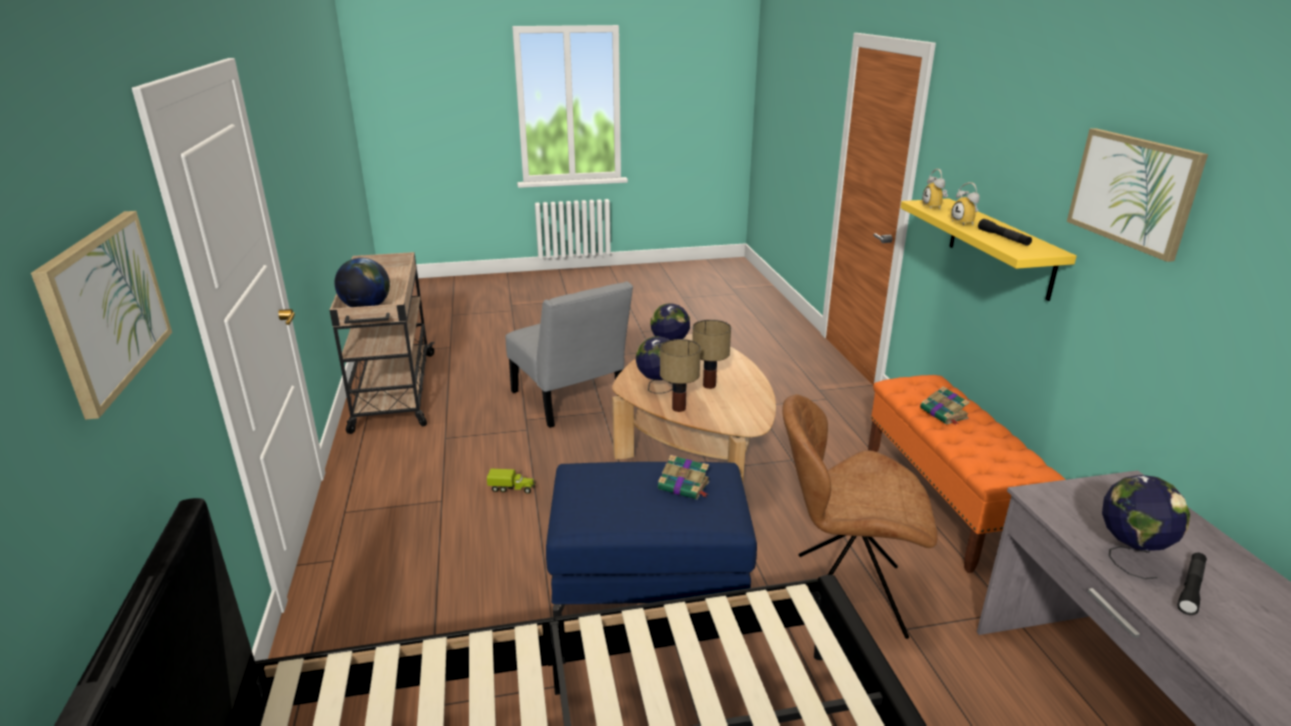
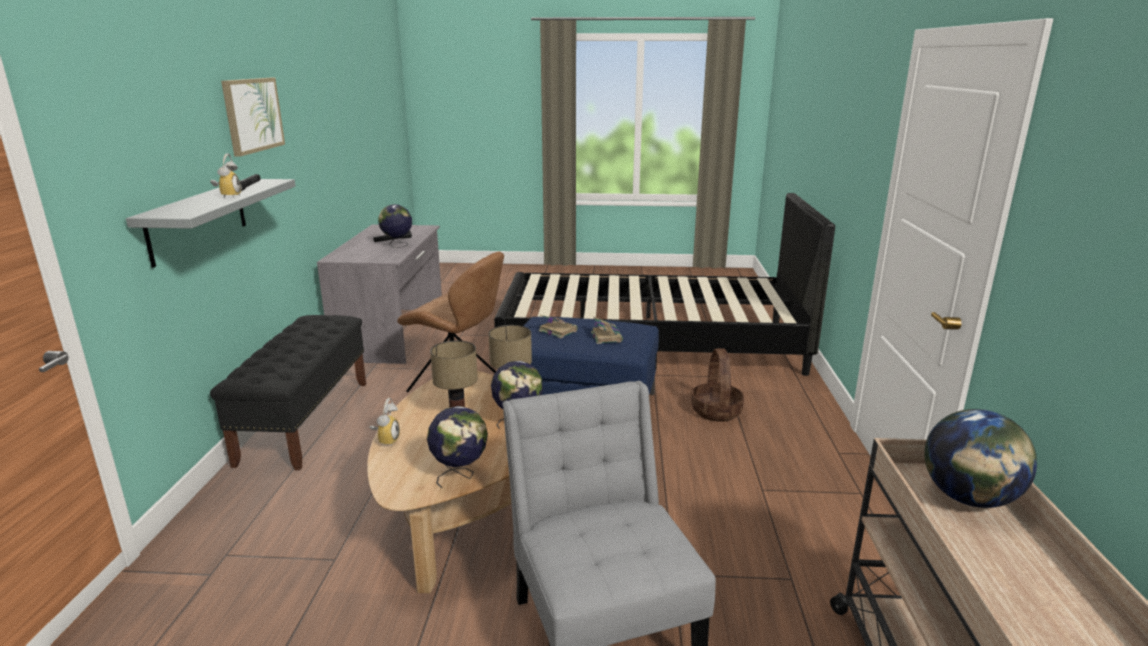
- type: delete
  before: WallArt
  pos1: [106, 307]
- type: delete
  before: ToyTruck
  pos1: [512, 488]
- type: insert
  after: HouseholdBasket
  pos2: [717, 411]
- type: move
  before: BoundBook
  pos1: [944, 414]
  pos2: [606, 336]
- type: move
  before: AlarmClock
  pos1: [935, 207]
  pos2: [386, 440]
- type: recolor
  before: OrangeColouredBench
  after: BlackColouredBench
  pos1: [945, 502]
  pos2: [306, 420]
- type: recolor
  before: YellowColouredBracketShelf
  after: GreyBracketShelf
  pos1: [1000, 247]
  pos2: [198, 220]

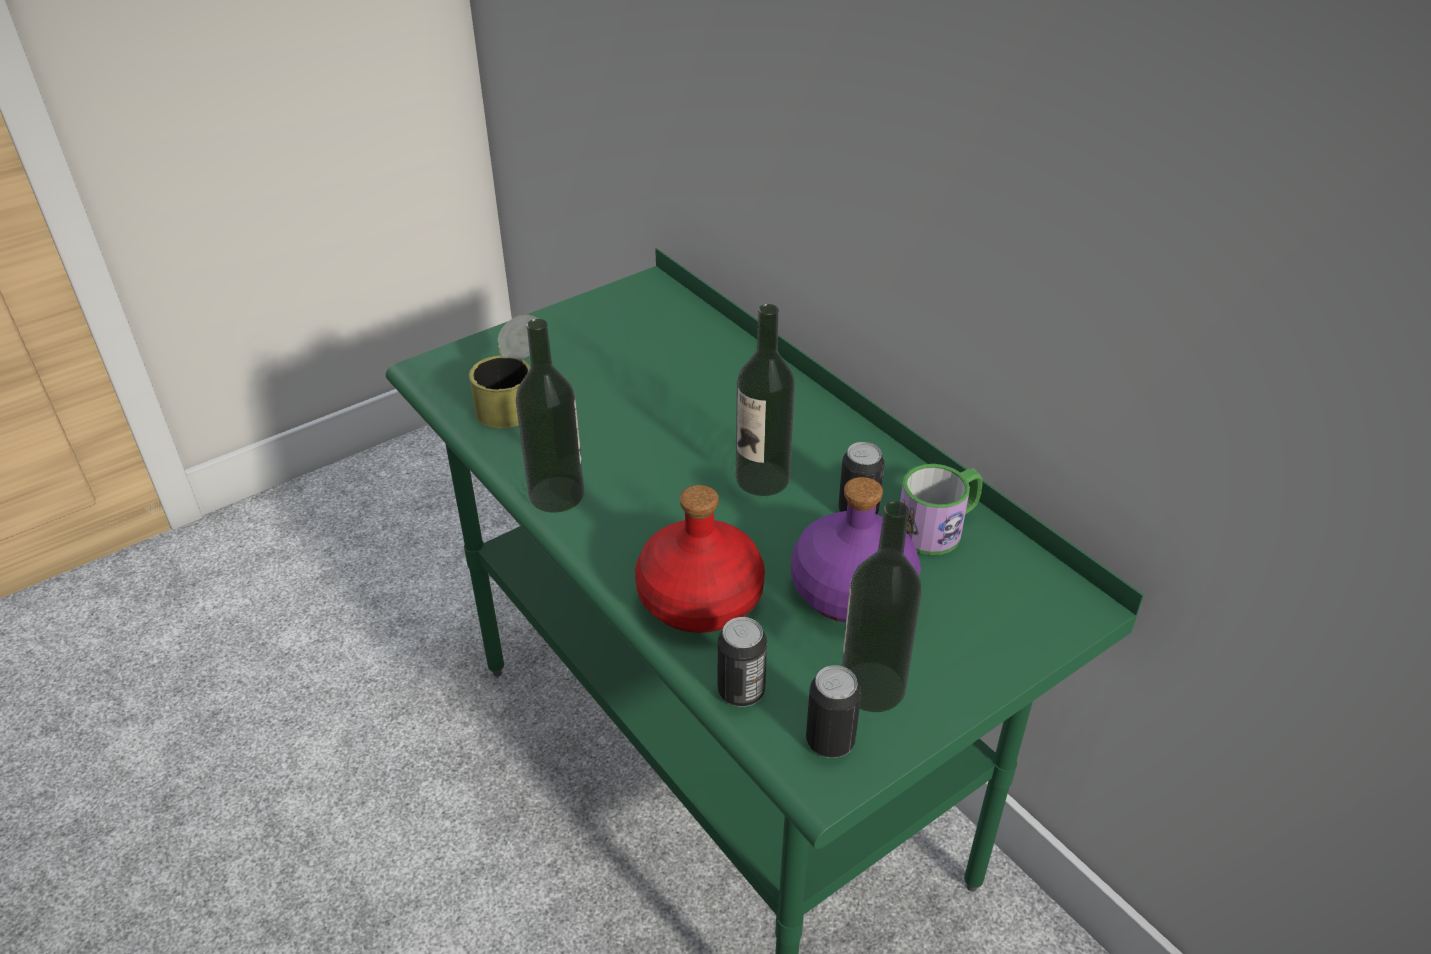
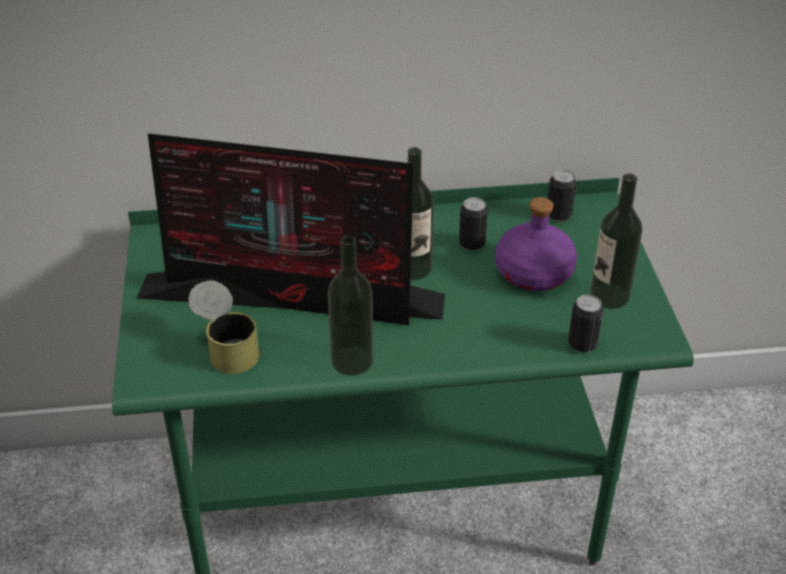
- type: delete
  before: RedBottle
  pos1: [699, 597]
- type: delete
  before: CoffeeMug
  pos1: [938, 528]
- type: insert
  after: ComputerScreen
  pos2: [295, 297]
- type: move
  before: SealedCan
  pos1: [830, 741]
  pos2: [558, 215]

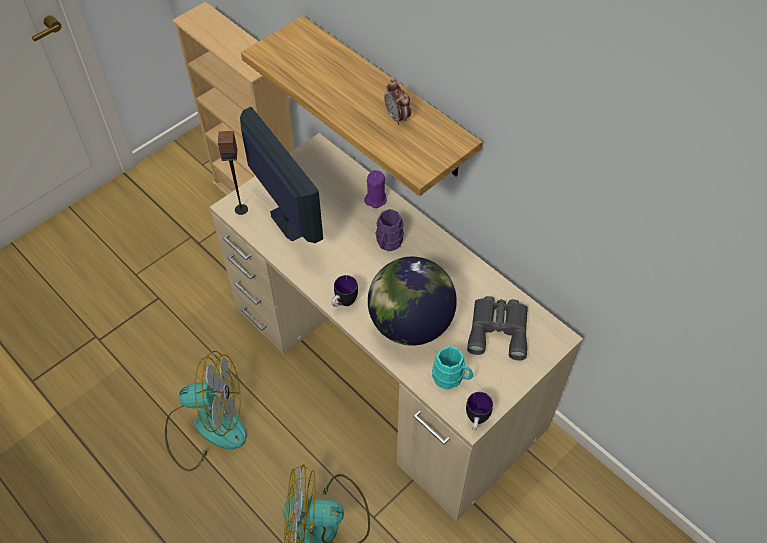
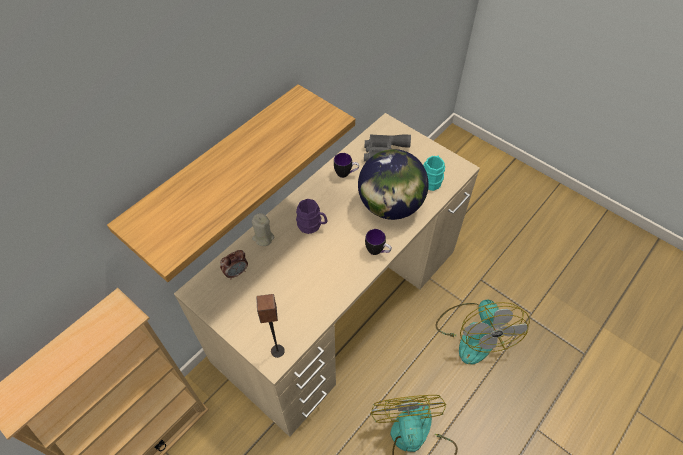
- type: delete
  before: ComputerScreen
  pos1: [289, 220]
- type: move
  before: AlarmClock
  pos1: [397, 117]
  pos2: [236, 272]
- type: move
  before: CoffeeMug
  pos1: [476, 421]
  pos2: [346, 174]
- type: recolor
  before: PurpleWaxCandle
  after: BeigeColouredWaxCandle
  pos1: [375, 199]
  pos2: [263, 238]

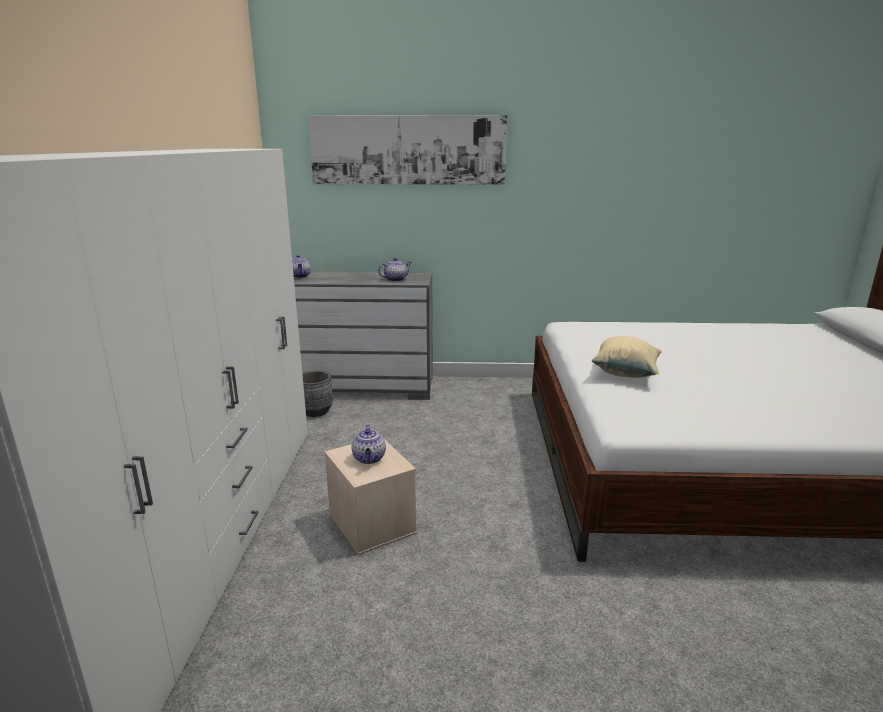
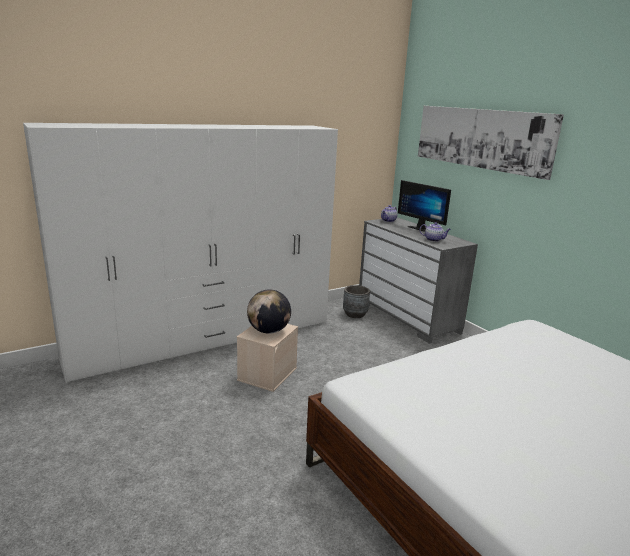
- type: delete
  before: BeigeColouredThrowPillow
  pos1: [625, 373]
- type: insert
  after: ComputerScreen
  pos2: [423, 229]
- type: replace
  before: Teapot
  after: DeskGlobe
  pos1: [369, 459]
  pos2: [268, 331]

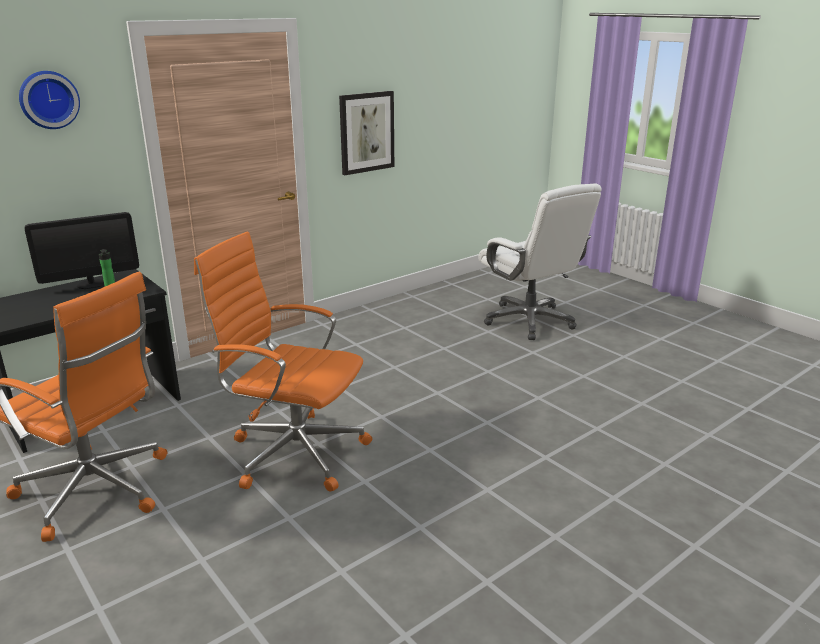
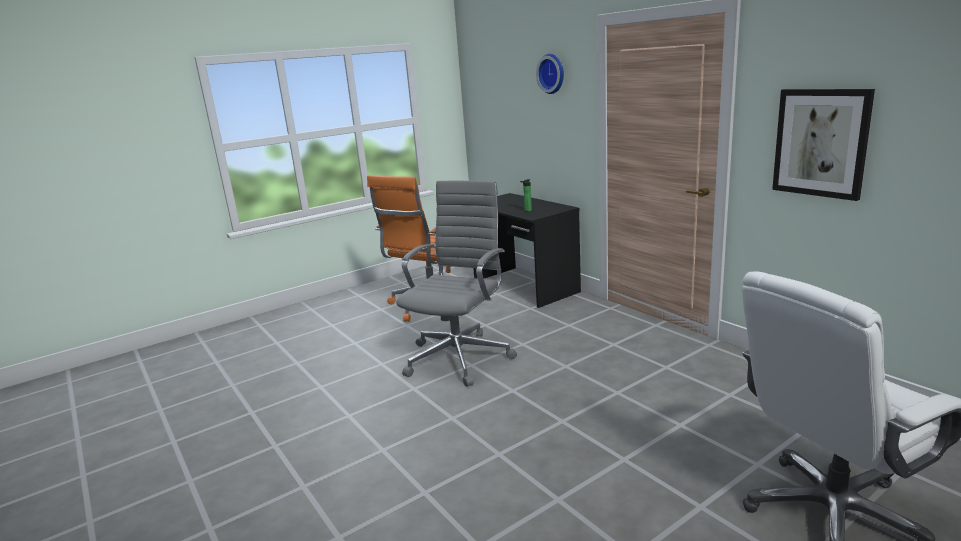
- type: delete
  before: ComputerScreen
  pos1: [91, 284]
- type: recolor
  before: OrangeColouredDeskChair
  after: GreyDeskChair
  pos1: [294, 452]
  pos2: [460, 357]

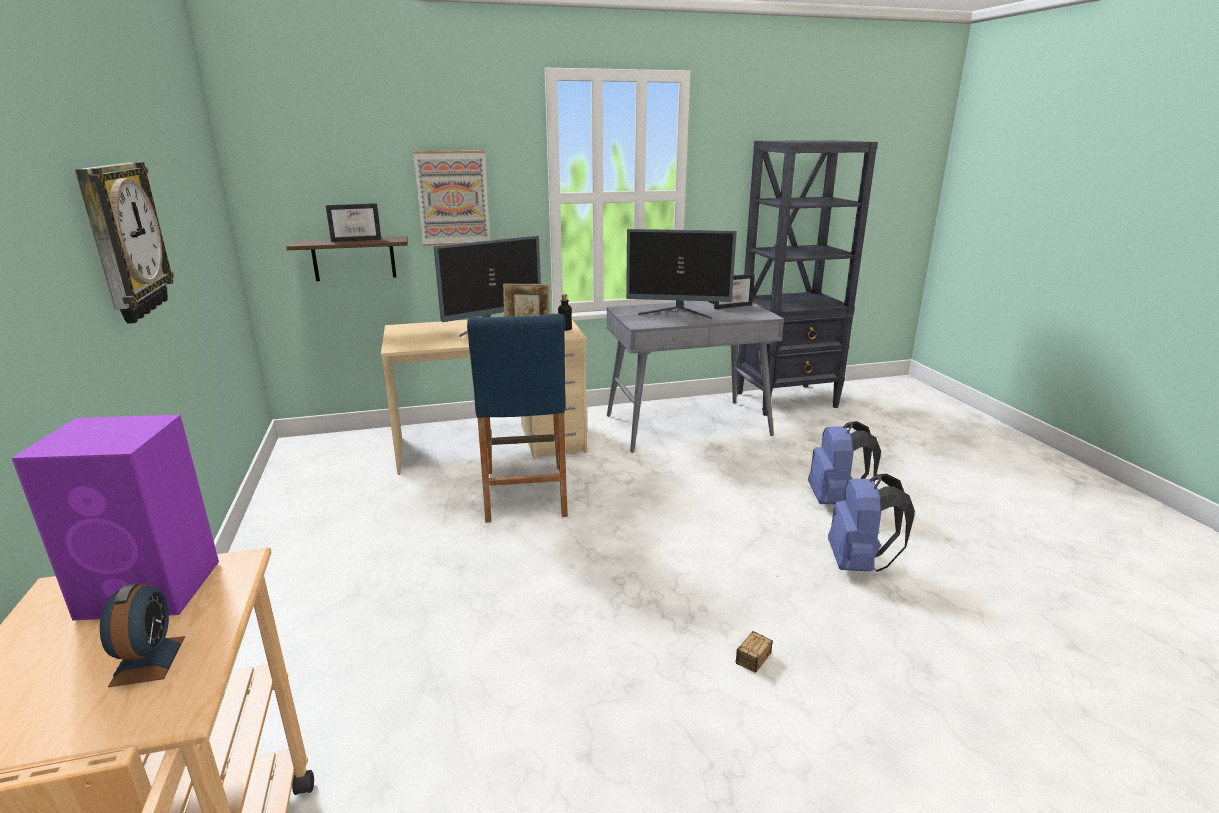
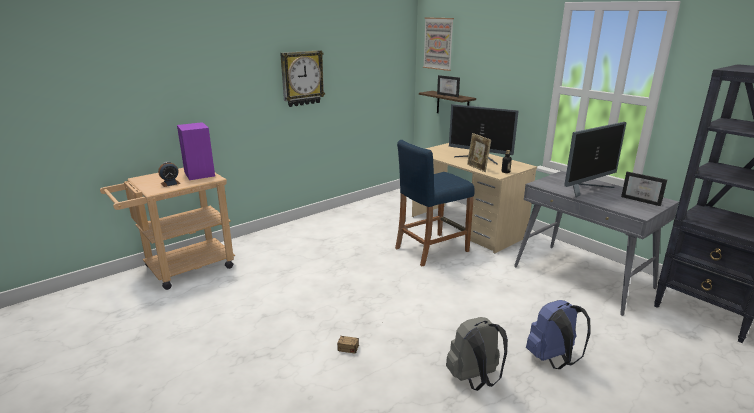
- type: move
  before: WallArt
  pos1: [453, 198]
  pos2: [438, 43]
- type: recolor
  before: BlueRucksack
  after: GreyRucksack
  pos1: [859, 564]
  pos2: [475, 380]
- type: rotate
  before: ComputerScreen
  pos1: [678, 313]
  pos2: [586, 189]
  turn: -105

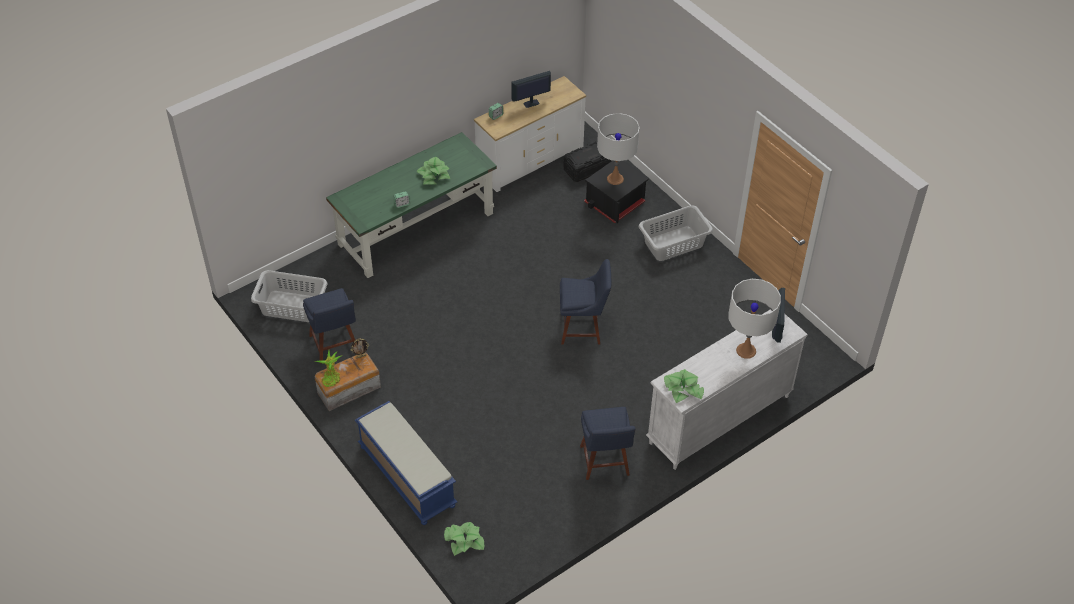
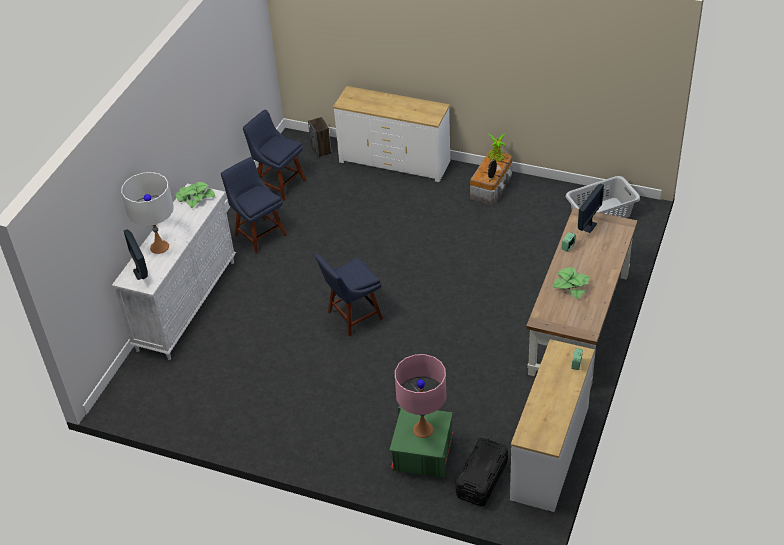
- type: delete
  before: GreyWashingBasket
  pos1: [674, 244]
- type: move
  before: BluePlainChair
  pos1: [335, 345]
  pos2: [279, 183]
- type: move
  before: ComputerScreen
  pos1: [531, 103]
  pos2: [589, 226]
- type: replace
  before: BlueBench
  after: WhiteColouredChestOfDrawers
  pos1: [406, 476]
  pos2: [394, 161]
- type: replace
  before: PottedPlant
  after: AudioSpeaker
  pos1: [464, 540]
  pos2: [321, 150]
- type: recolor
  before: GreenDesk
  after: BrownColouredDesk
  pos1: [416, 228]
  pos2: [580, 323]
- type: recolor
  before: BlackColouredStorageContainer
  after: GreenStorageContainer
  pos1: [615, 202]
  pos2: [421, 454]
- type: recolor
  before: WhiteColouredTableLamp
  after: PinkTableLamp
  pos1: [615, 179]
  pos2: [423, 429]

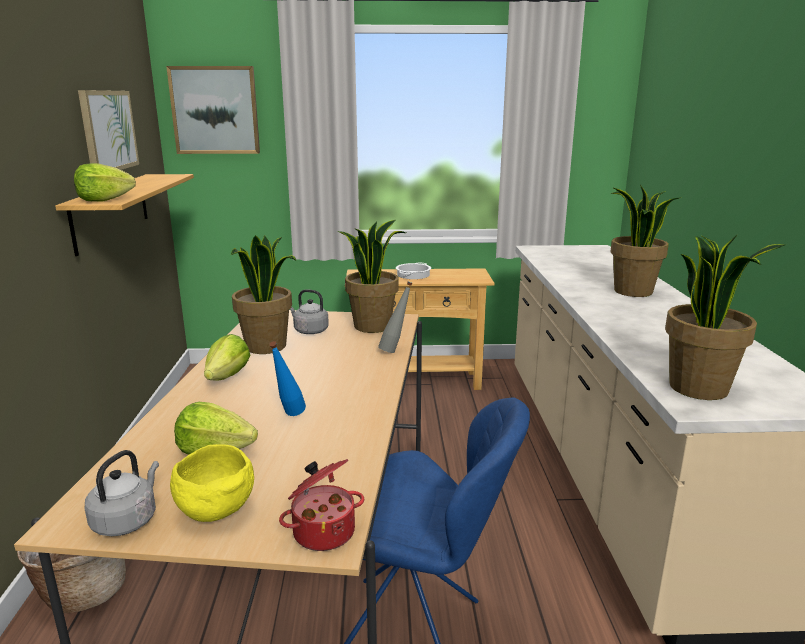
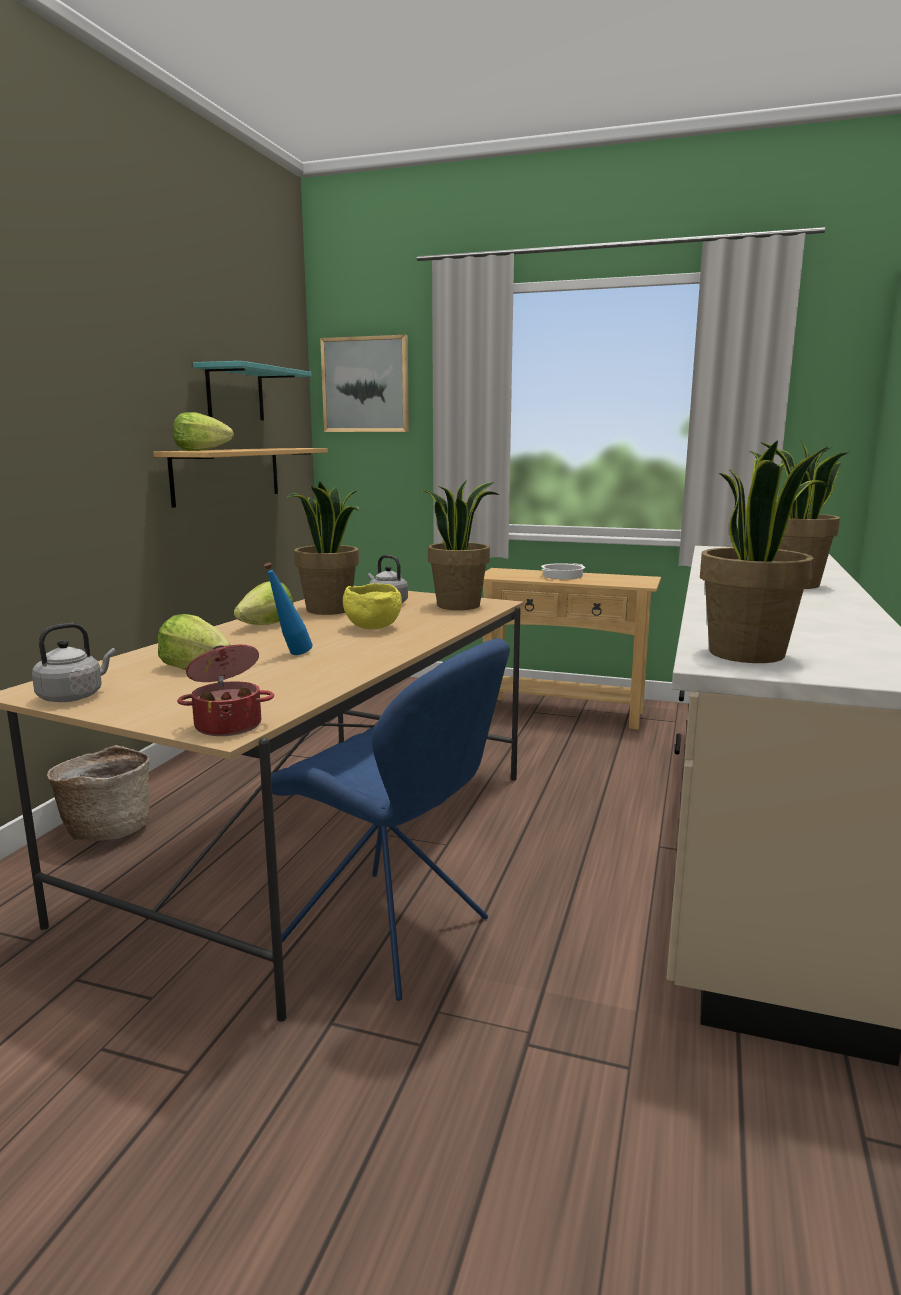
- type: delete
  before: GreyBottle
  pos1: [395, 350]
- type: move
  before: YellowColouredBowl
  pos1: [215, 510]
  pos2: [372, 627]
- type: replace
  before: WallArt
  after: TurquoiseBracketShelf
  pos1: [108, 131]
  pos2: [235, 393]

